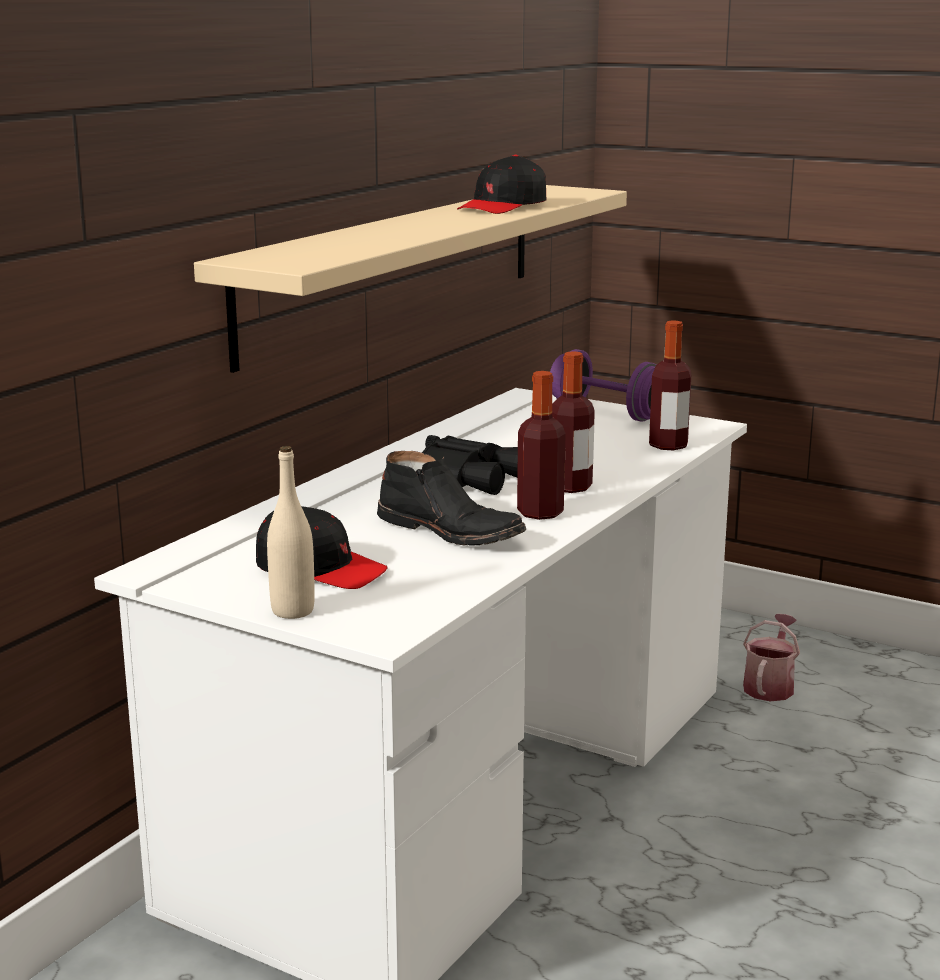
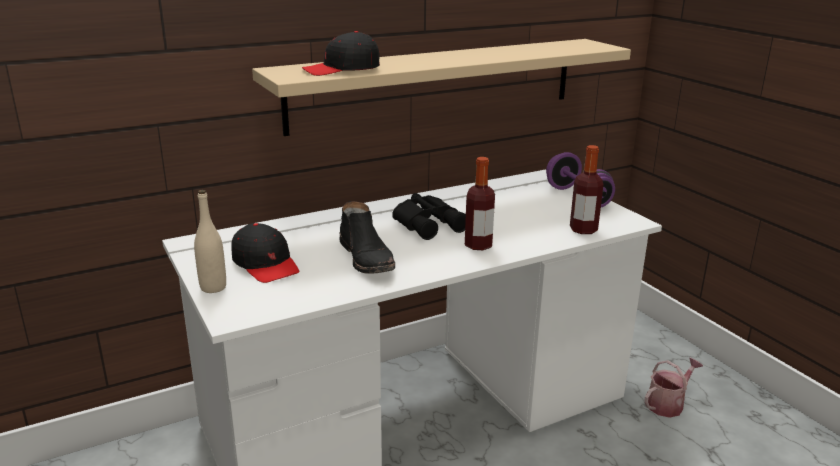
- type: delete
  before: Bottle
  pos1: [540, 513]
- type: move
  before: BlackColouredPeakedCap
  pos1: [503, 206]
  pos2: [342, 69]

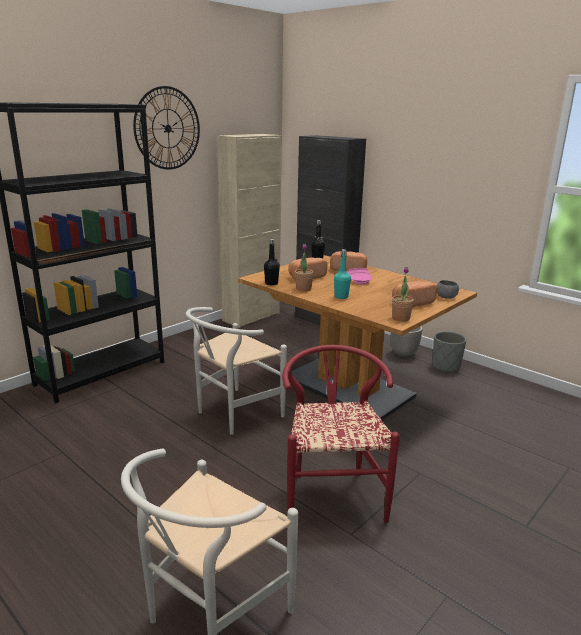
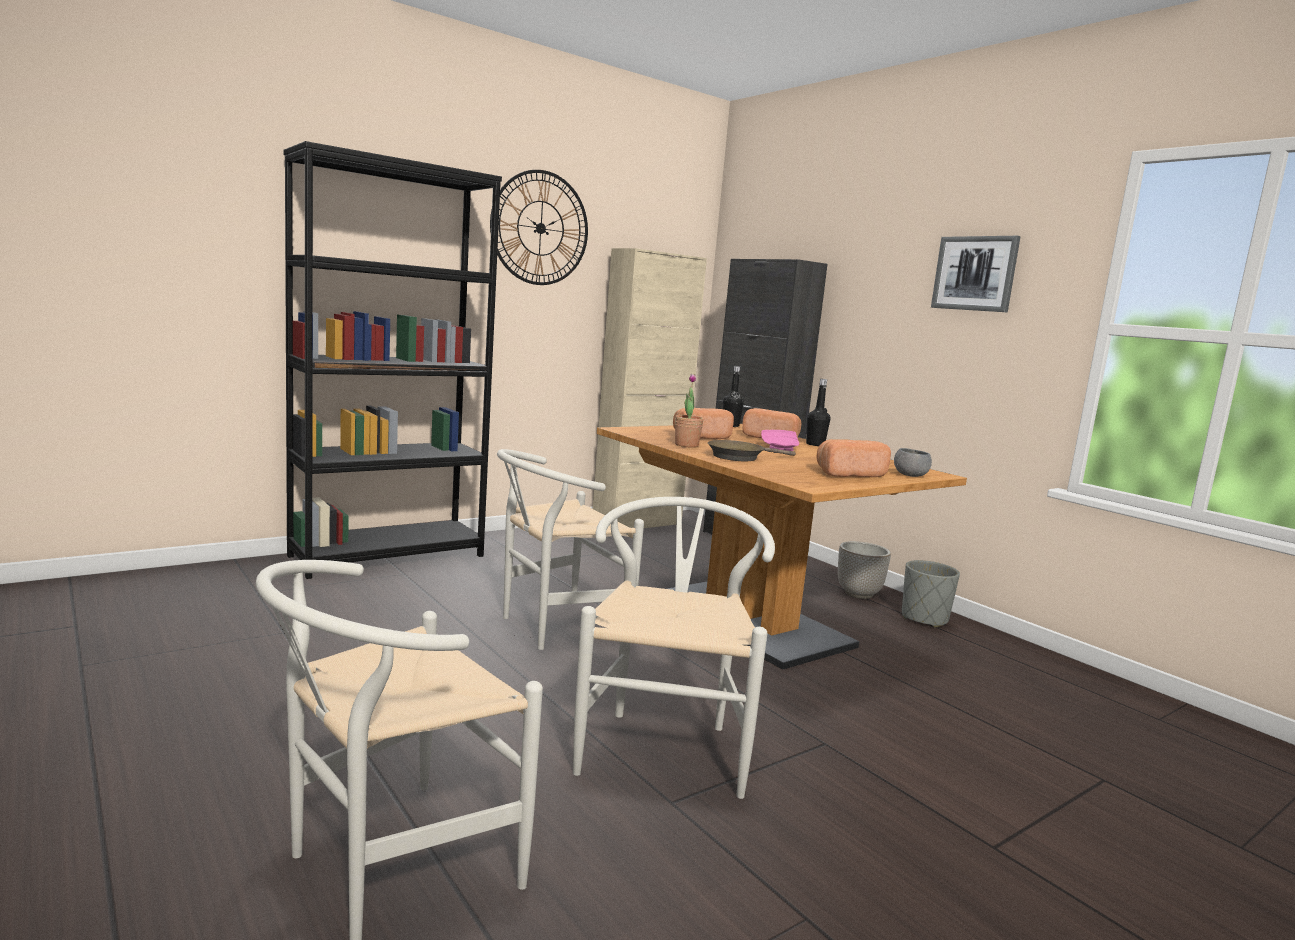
- type: delete
  before: PottedPlant
  pos1: [401, 318]
- type: insert
  after: WallArt
  pos2: [975, 273]
- type: move
  before: BlackColouredBottle
  pos1: [271, 283]
  pos2: [815, 444]
- type: replace
  before: TurquoiseBottle
  after: BrownColouredPan
  pos1: [341, 297]
  pos2: [739, 457]
- type: recolor
  before: RedPlainChair
  after: WhiteColouredPlainChair
  pos1: [332, 493]
  pos2: [665, 745]

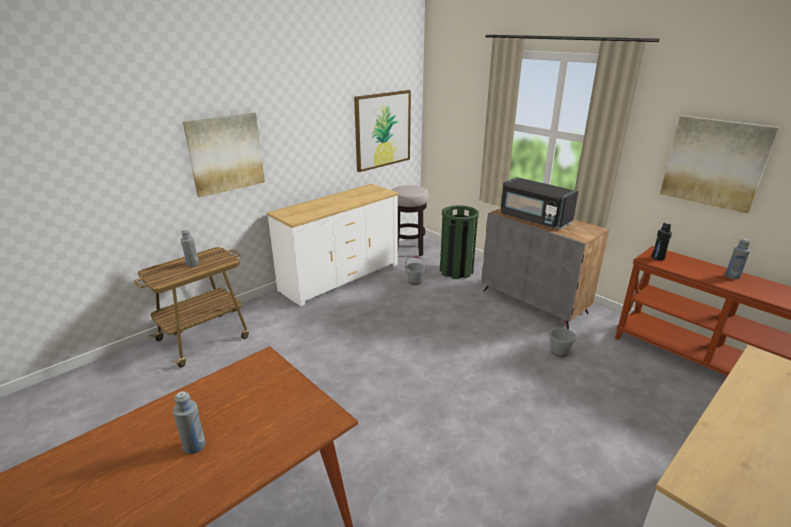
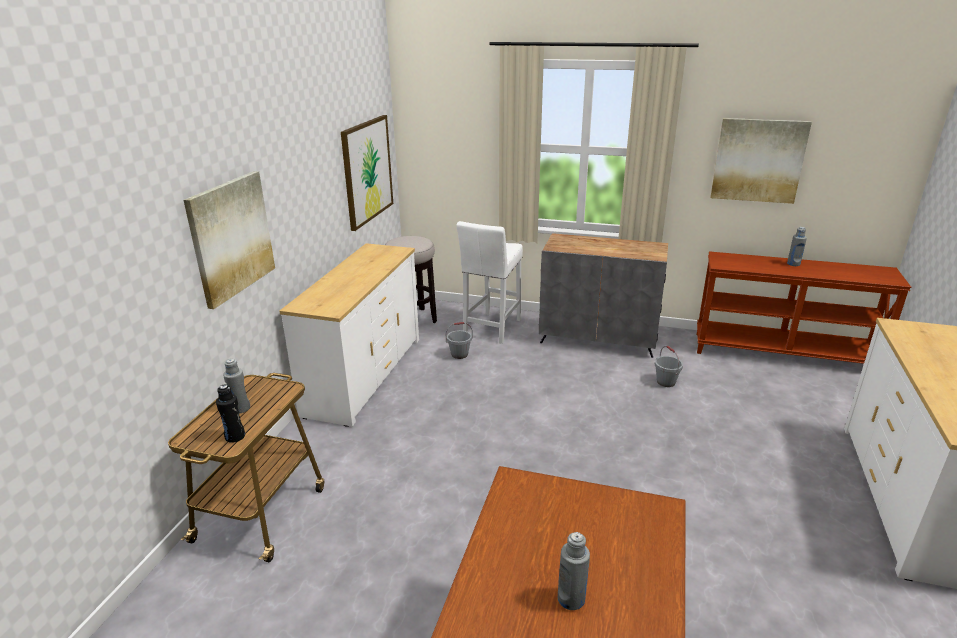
- type: delete
  before: BlackColouredMicrowave
  pos1: [534, 219]
- type: move
  before: BlackColouredBottle
  pos1: [658, 258]
  pos2: [235, 437]
- type: replace
  before: GreenRubbishBin
  after: WhiteColouredStoolSeat
  pos1: [456, 271]
  pos2: [491, 329]

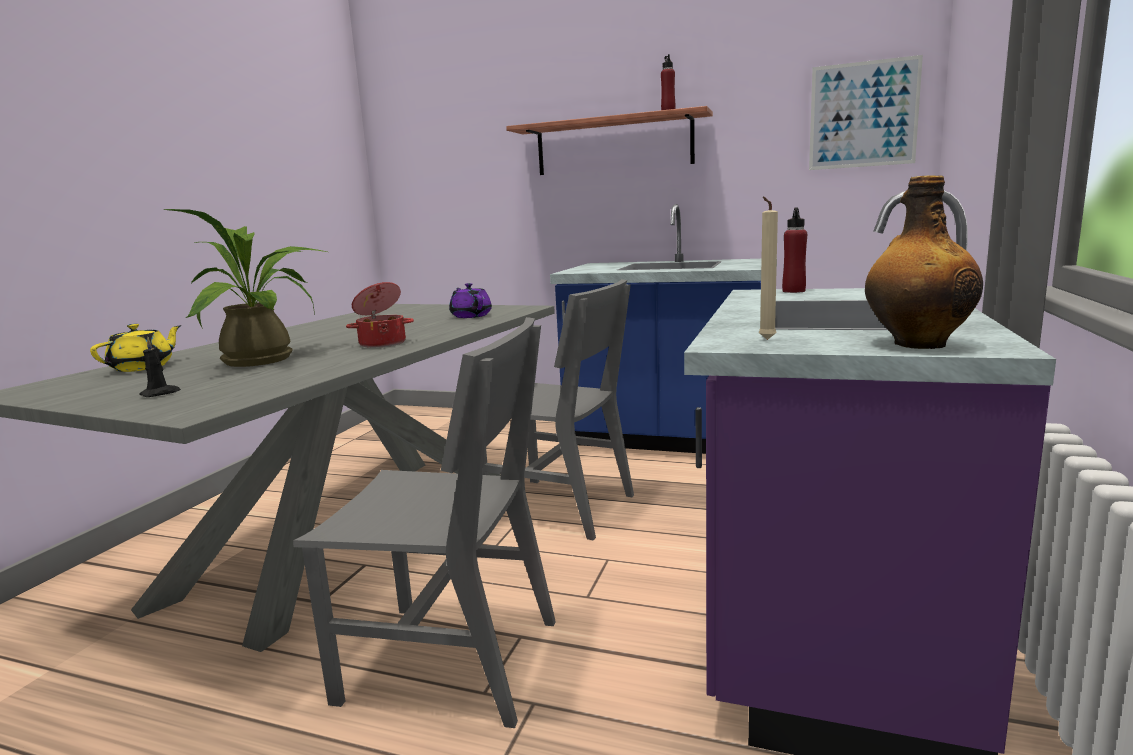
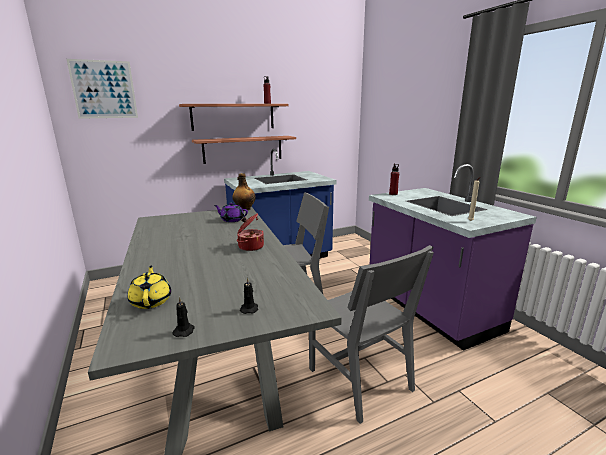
- type: delete
  before: PottedPlant
  pos1: [268, 359]
- type: insert
  after: BlackColouredWaxCandle
  pos2: [184, 330]
- type: insert
  after: BracketShelf
  pos2: [243, 149]
- type: move
  before: WallArt
  pos1: [863, 115]
  pos2: [104, 89]
- type: move
  before: Bottle
  pos1: [917, 344]
  pos2: [244, 209]
- type: rotate
  before: GreyPlainChair
  pos1: [451, 660]
  pos2: [359, 379]
  turn: 90

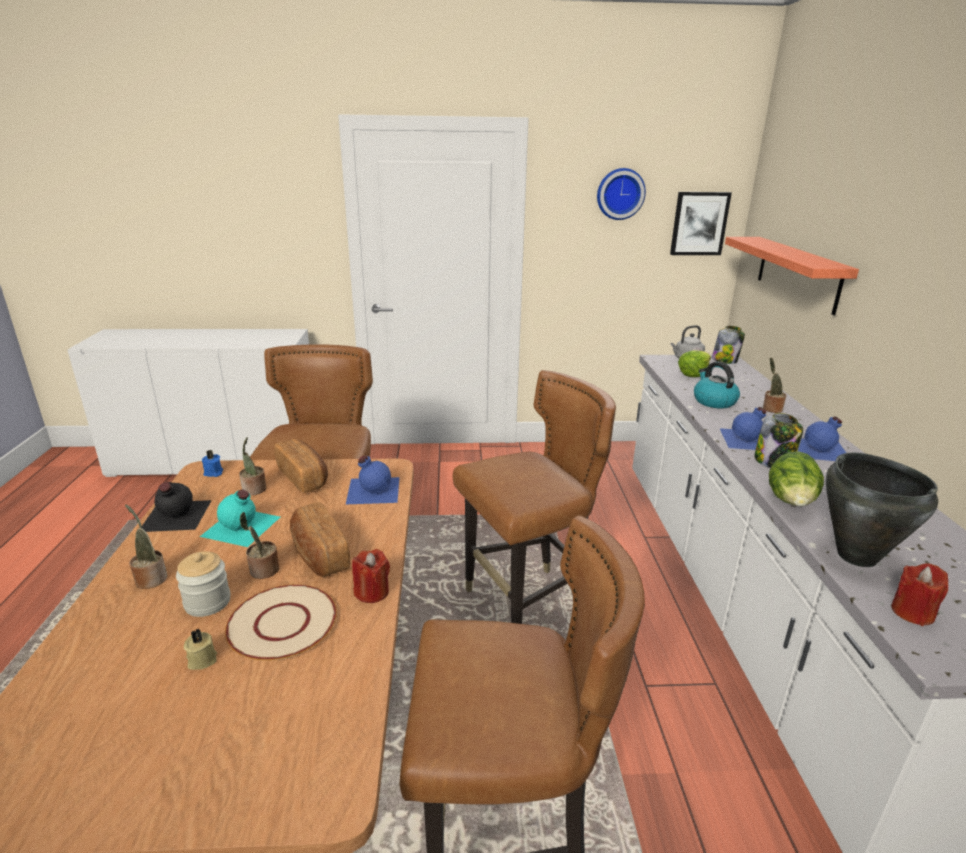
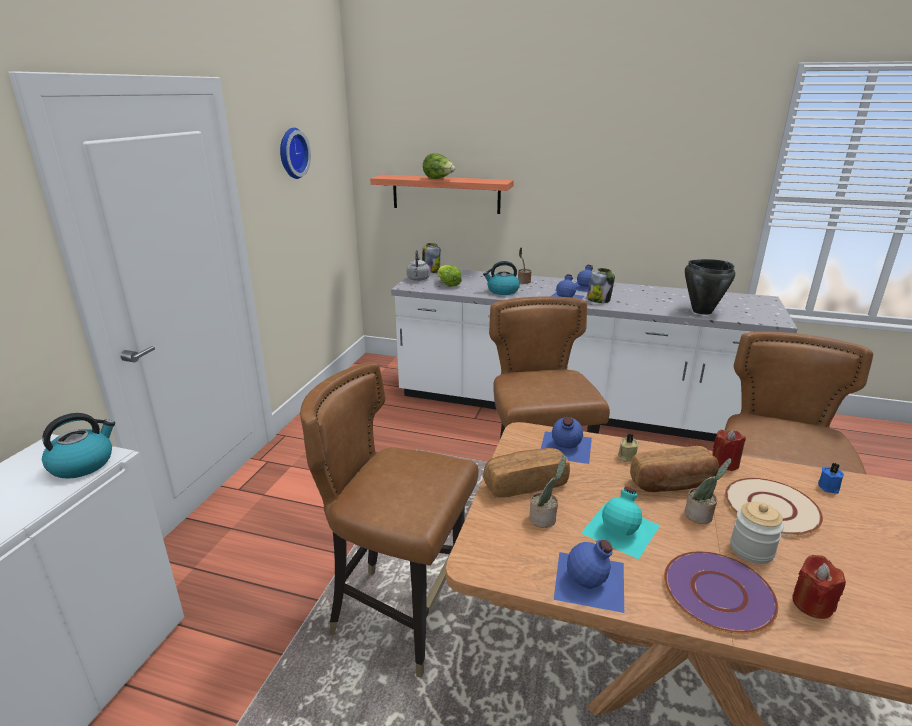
- type: delete
  before: WallArt
  pos1: [699, 223]
- type: insert
  after: Kettle
  pos2: [83, 464]
- type: move
  before: BeigeColouredWaxCandle
  pos1: [201, 659]
  pos2: [626, 456]
- type: move
  before: BlueWaxCandle
  pos1: [213, 473]
  pos2: [829, 487]
- type: move
  before: Lettuce
  pos1: [791, 503]
  pos2: [439, 179]
- type: move
  before: RedWaxCandle
  pos1: [912, 612]
  pos2: [812, 604]
- type: replace
  before: PottedPlant
  after: PurplePlate
  pos1: [150, 578]
  pos2: [718, 592]
- type: recolor
  before: BlackColouredBottle
  after: BlueBottle
  pos1: [174, 516]
  pos2: [591, 581]

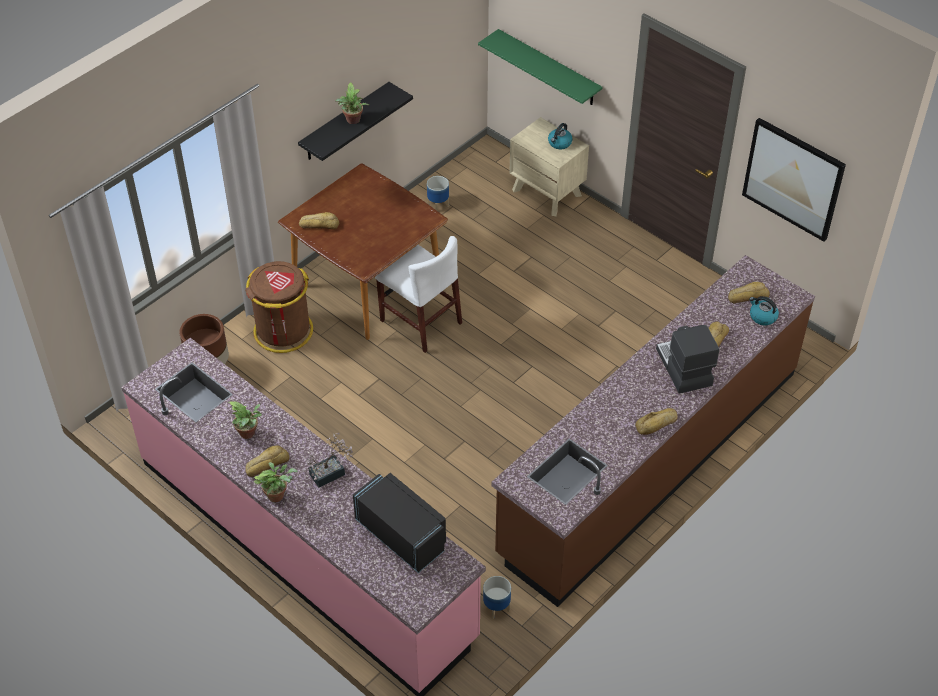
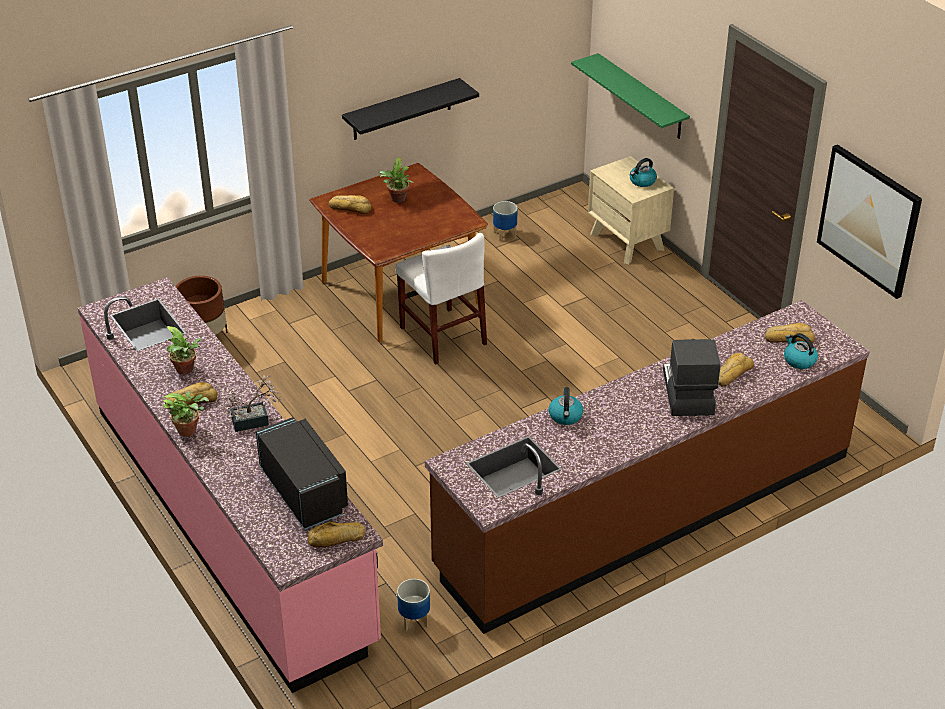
- type: delete
  before: BrownColouredRubbishBin
  pos1: [283, 331]
- type: insert
  after: Kettle
  pos2: [565, 416]
- type: move
  before: PottedPlant
  pos1: [353, 121]
  pos2: [397, 200]
- type: move
  before: Bread
  pos1: [657, 424]
  pos2: [336, 539]

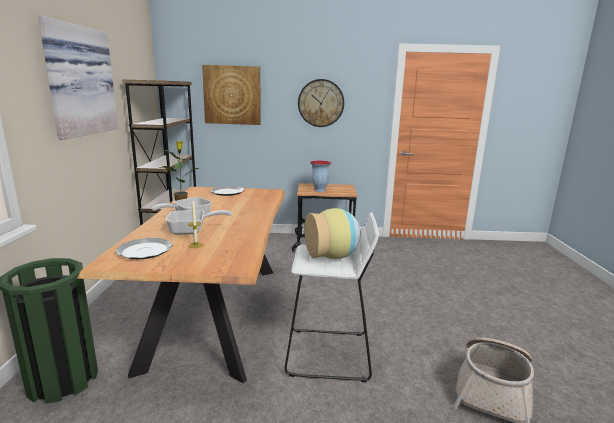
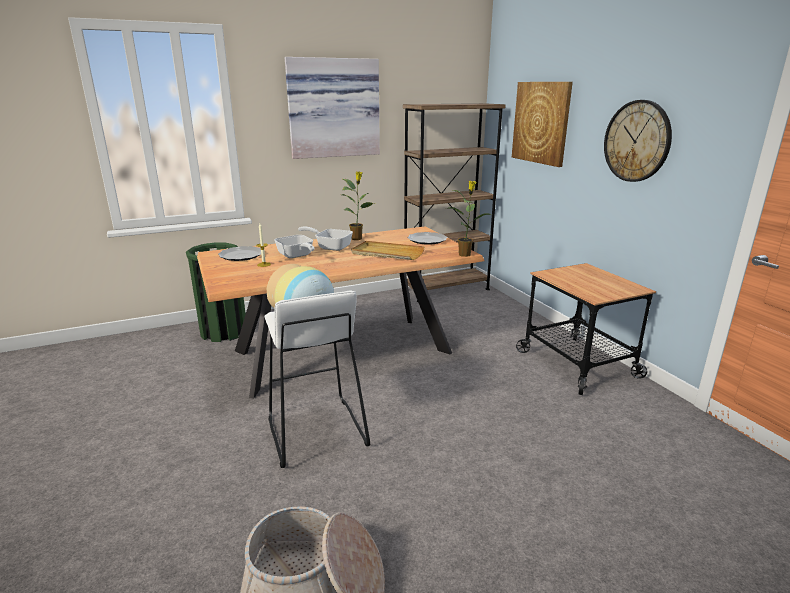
- type: delete
  before: DecorativeVase
  pos1: [319, 190]
- type: insert
  after: BeigeColouredTray
  pos2: [387, 253]
- type: insert
  after: PottedPlant
  pos2: [465, 254]

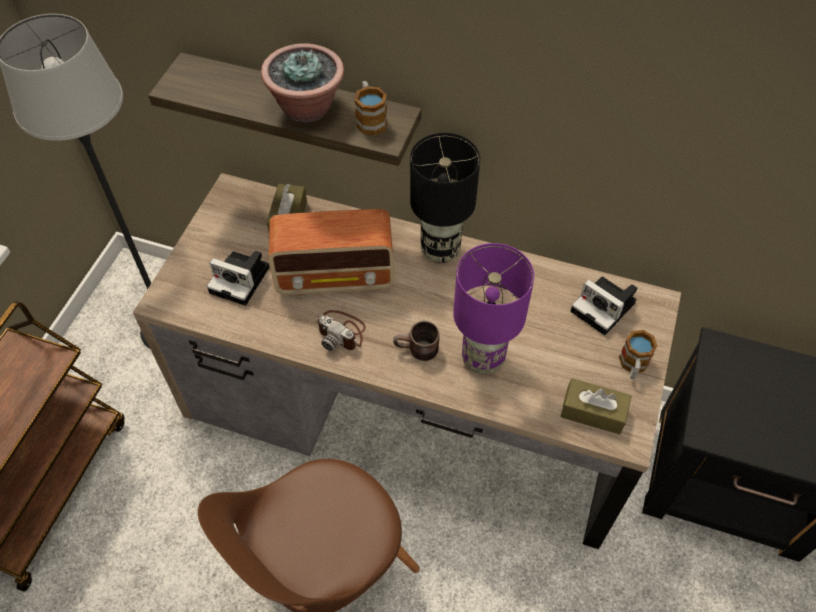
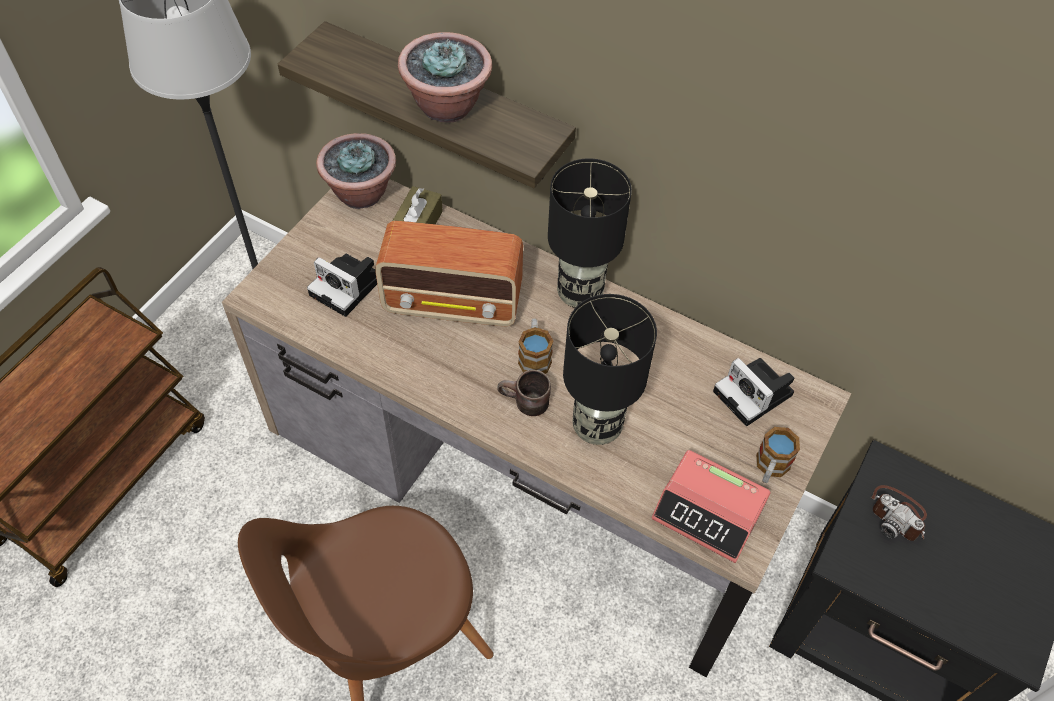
- type: insert
  after: PottedPlant
  pos2: [361, 193]
- type: move
  before: StillCamera
  pos1: [342, 332]
  pos2: [898, 515]
- type: move
  before: CoffeeMug
  pos1: [370, 119]
  pos2: [534, 356]
- type: replace
  before: BrownColouredBoxOfTissues
  after: AlarmClock
  pos1: [593, 412]
  pos2: [709, 512]
- type: recolor
  before: PurpleTableLamp
  after: BlackColouredTableLamp
  pos1: [483, 358]
  pos2: [597, 425]

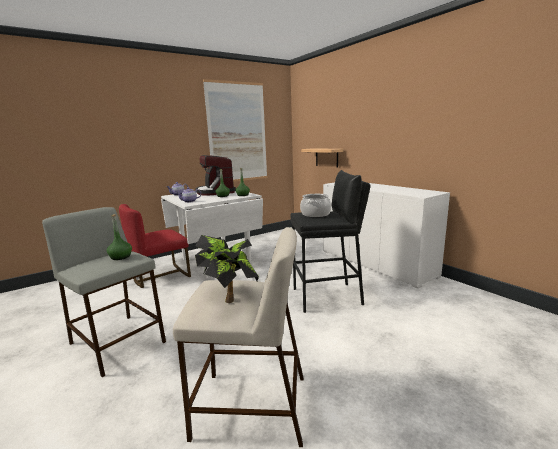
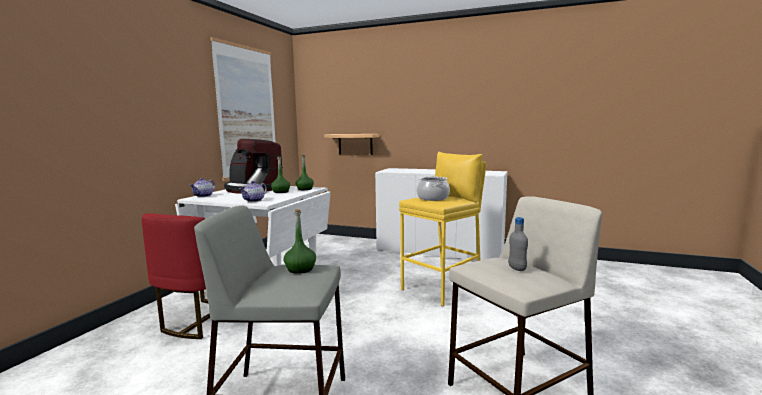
- type: replace
  before: PottedPlant
  after: GreyBottle
  pos1: [230, 296]
  pos2: [517, 268]
- type: recolor
  before: BlackColouredStoolSeat
  after: YellowColouredStoolSeat
  pos1: [327, 297]
  pos2: [442, 288]

